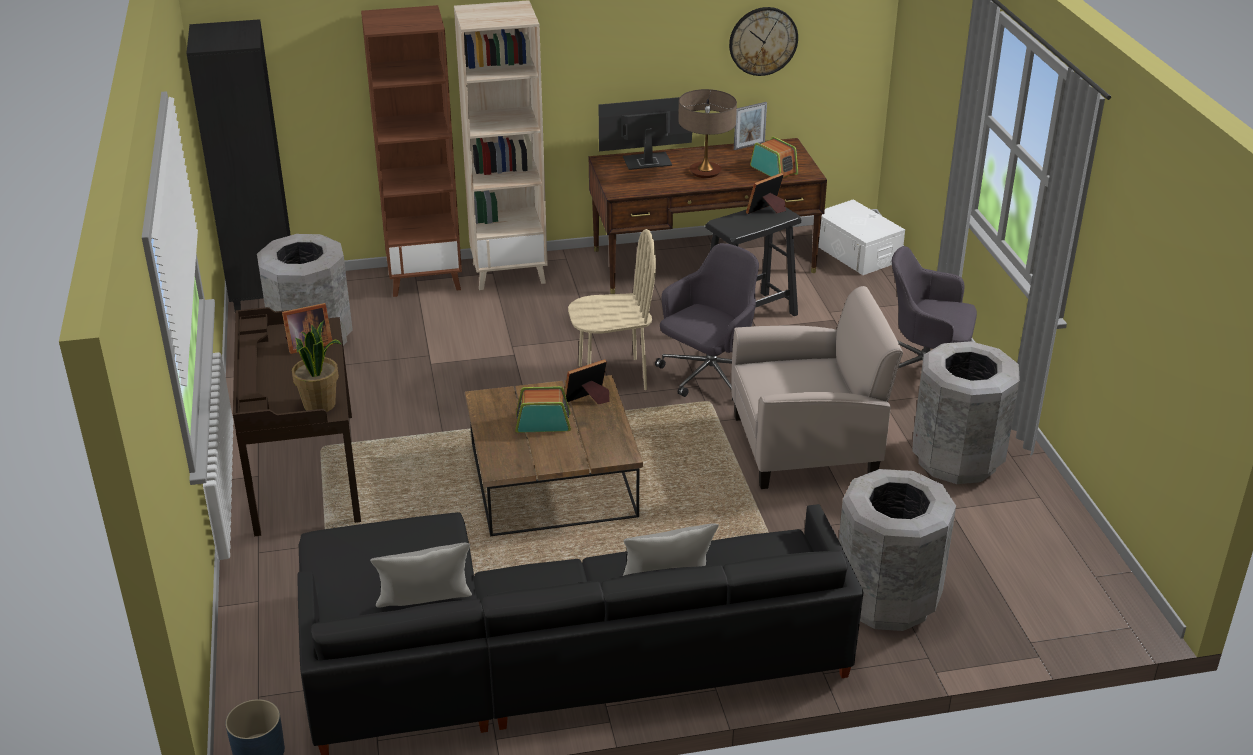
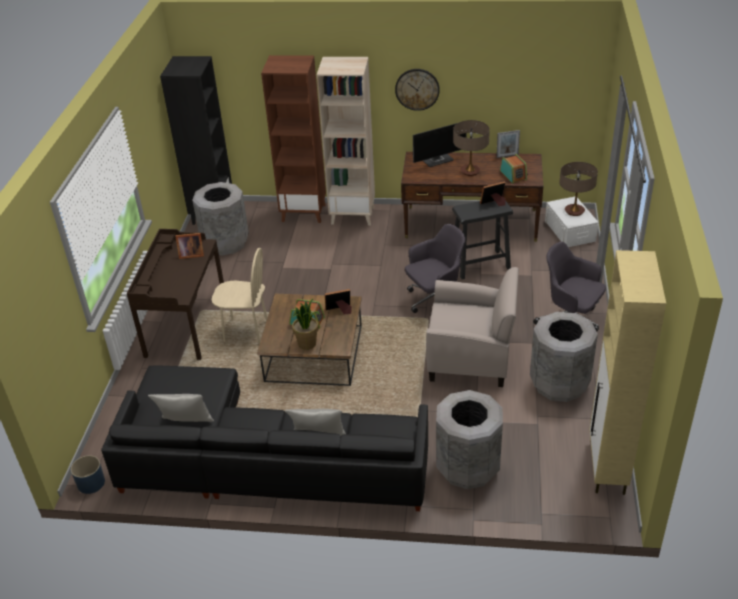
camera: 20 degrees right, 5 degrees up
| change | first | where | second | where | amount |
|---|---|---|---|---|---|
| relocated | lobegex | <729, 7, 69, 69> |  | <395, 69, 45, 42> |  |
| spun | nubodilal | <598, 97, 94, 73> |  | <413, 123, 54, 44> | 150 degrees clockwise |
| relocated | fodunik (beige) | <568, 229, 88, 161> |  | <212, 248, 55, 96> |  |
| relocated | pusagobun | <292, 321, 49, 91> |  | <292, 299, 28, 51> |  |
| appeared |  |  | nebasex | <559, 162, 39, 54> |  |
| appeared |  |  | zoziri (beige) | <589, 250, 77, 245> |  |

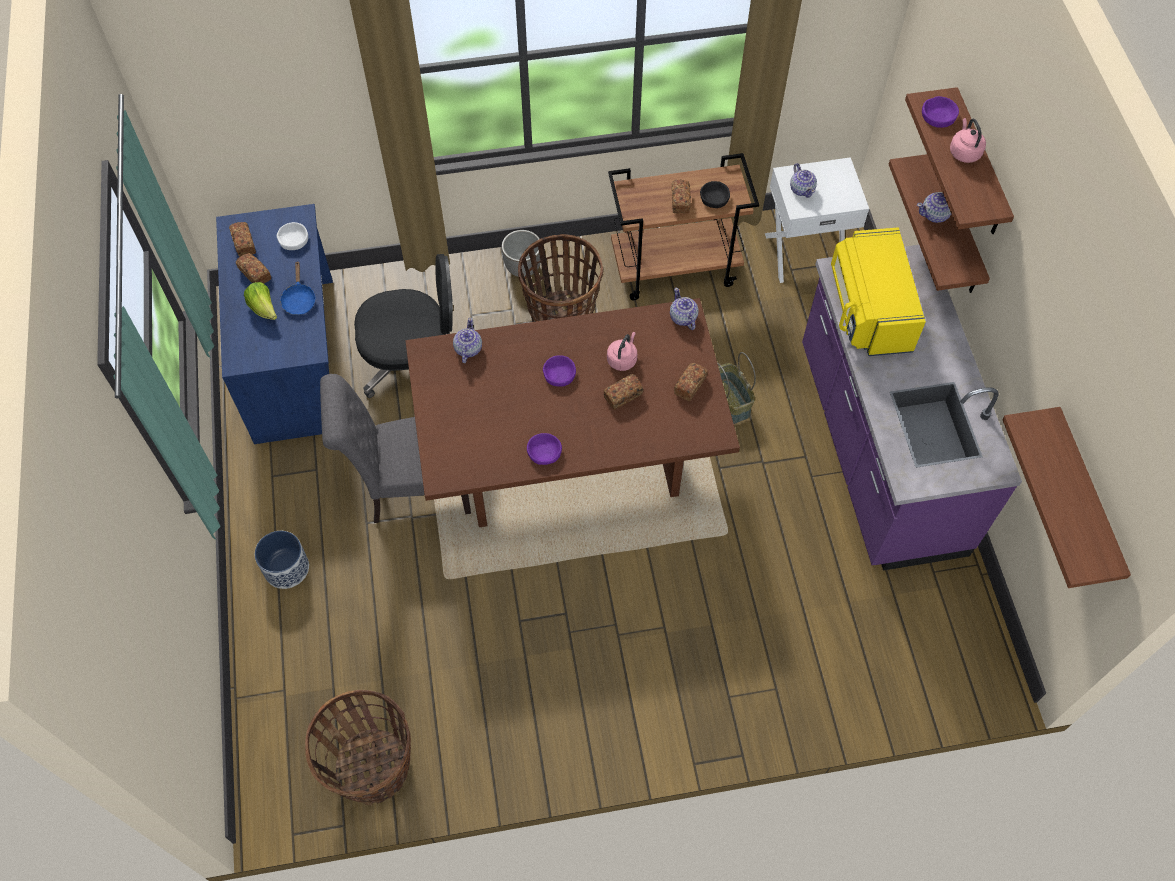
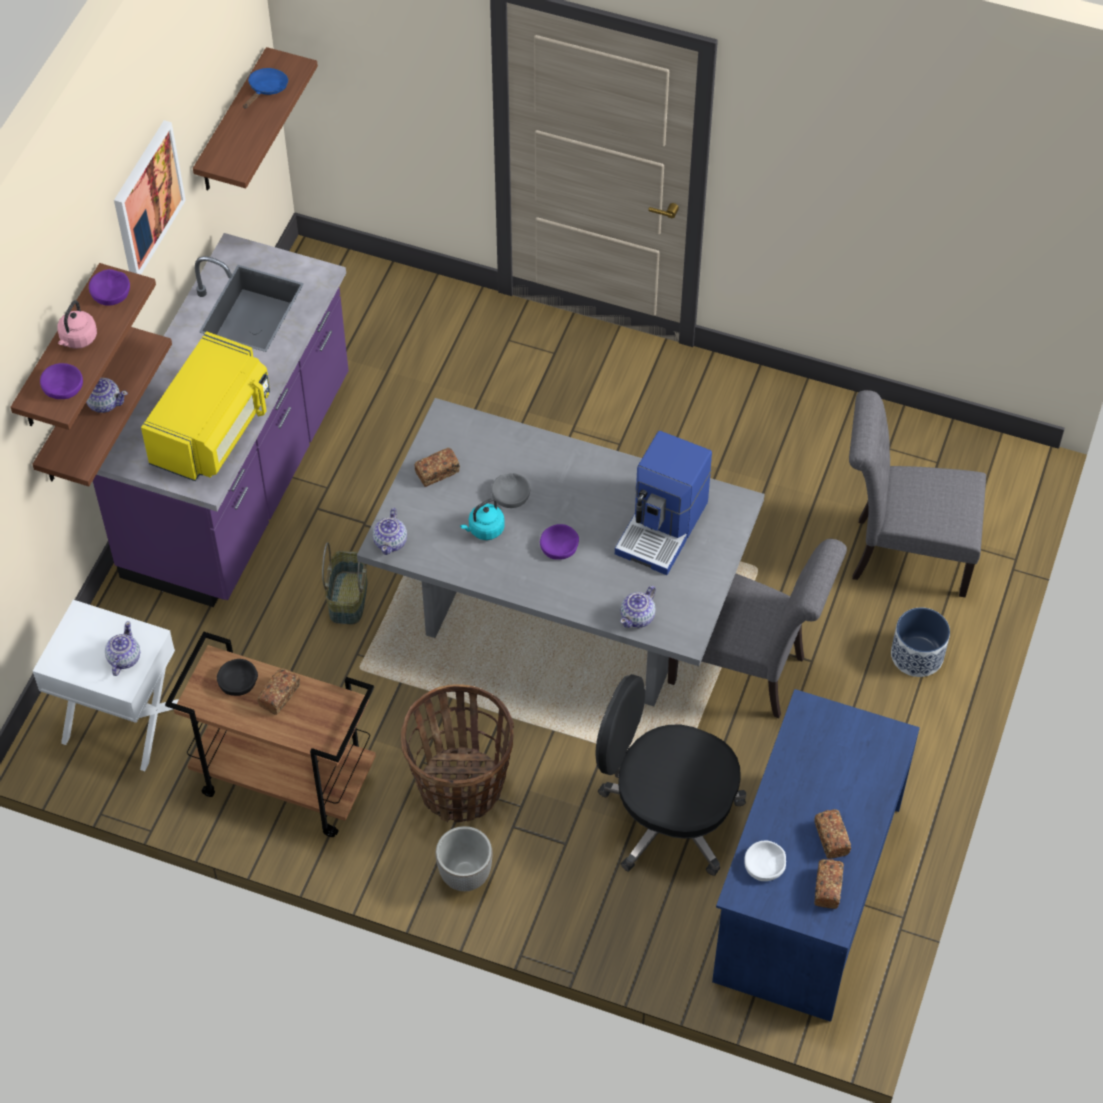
camera: 150 degrees left, 5 degrees down
| change | first | where | second | where | amount |
|---|---|---|---|---|---|
| relocated | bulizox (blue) | <280, 261, 36, 54> |  | <243, 68, 45, 41> |  |
| missing | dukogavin | <244, 282, 33, 38> |  |  |  |
| colour | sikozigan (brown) | <405, 298, 335, 229> | sikozigan (grey) | <357, 398, 408, 308> |  |
| colour | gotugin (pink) | <607, 332, 30, 39> | gotugin (turquoise) | <460, 498, 45, 42> |  |
| exchanged | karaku | <604, 374, 39, 36> | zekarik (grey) | <491, 473, 39, 35> |  |
| relocated | zekarik (purple) | <527, 433, 35, 32> |  | <89, 269, 41, 37> |  |
| missing | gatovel | <305, 690, 106, 115> |  |  |  |
| appeared |  |  | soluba | <114, 120, 72, 155> |  |
| appeared |  |  | fodunik (grey) | <849, 390, 137, 207> |  |
| appeared |  |  | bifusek | <615, 431, 97, 144> |  |

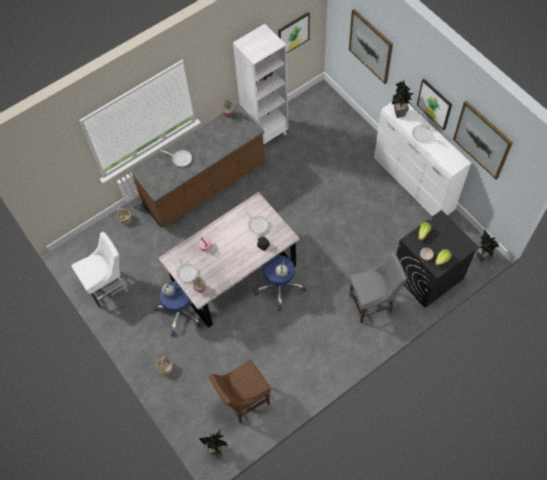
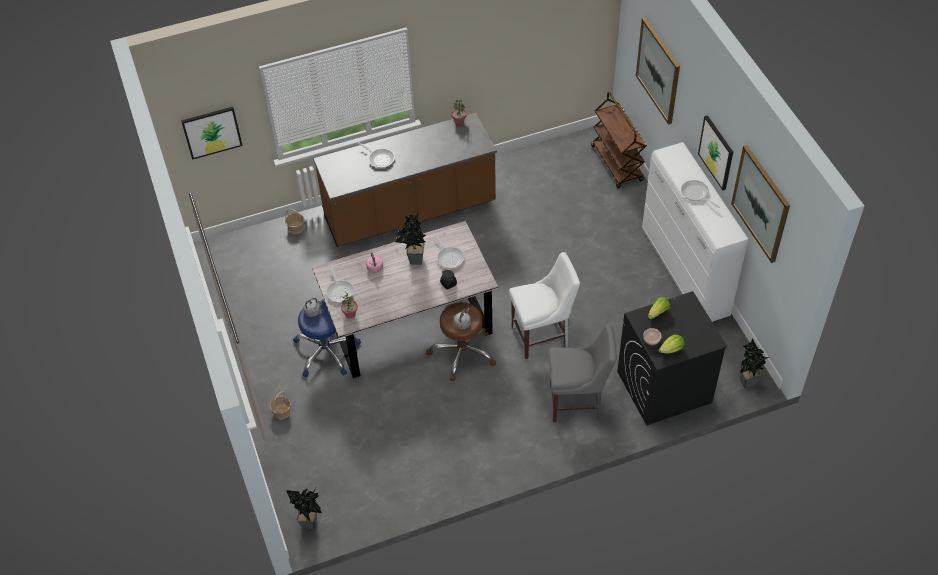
camera: 15 degrees right, 10 degrees down
| change | first | where | second | where | amount |
|---|---|---|---|---|---|
| relocated | soluba | <278, 12, 32, 42> |  | <181, 107, 62, 53> |  |
| missing | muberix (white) | <233, 24, 55, 121> |  |  |  |
| relocated | pusagobun | <392, 79, 22, 39> |  | <396, 214, 30, 51> |  |
| relocated | fodunik (white) | <72, 232, 56, 76> |  | <509, 252, 71, 107> |  |
| colour | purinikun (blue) | <254, 255, 53, 56> | purinikun (brown) | <426, 302, 70, 79> |  |
| missing | fodunik (brown) | <209, 360, 62, 63> |  |  |  |
| appeared |  |  | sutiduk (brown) | <591, 92, 56, 97> |  |

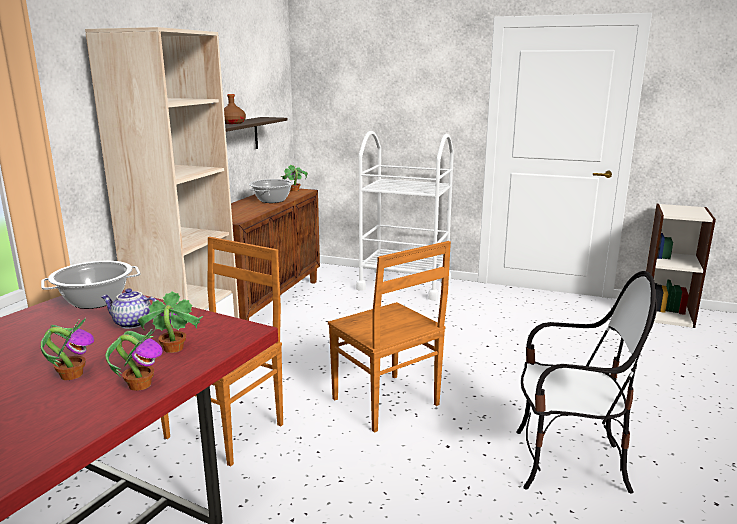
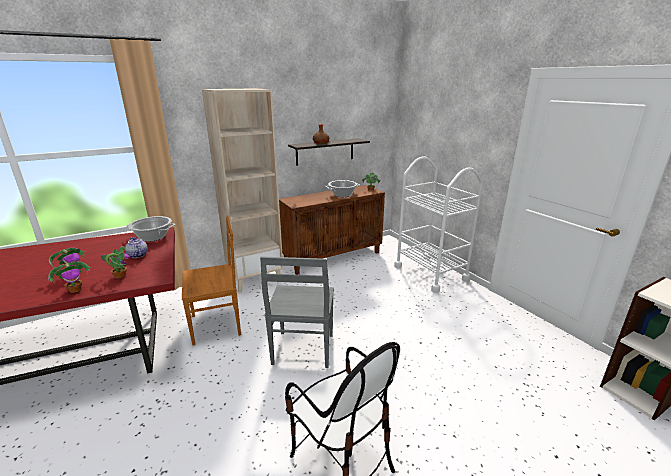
camera: 40 degrees right, 5 degrees up
| change | first | where | second | where | amount |
|---|---|---|---|---|---|
| colour | fodunik (brown) | <328, 241, 123, 192> | fodunik (grey) | <260, 256, 74, 112> |  |

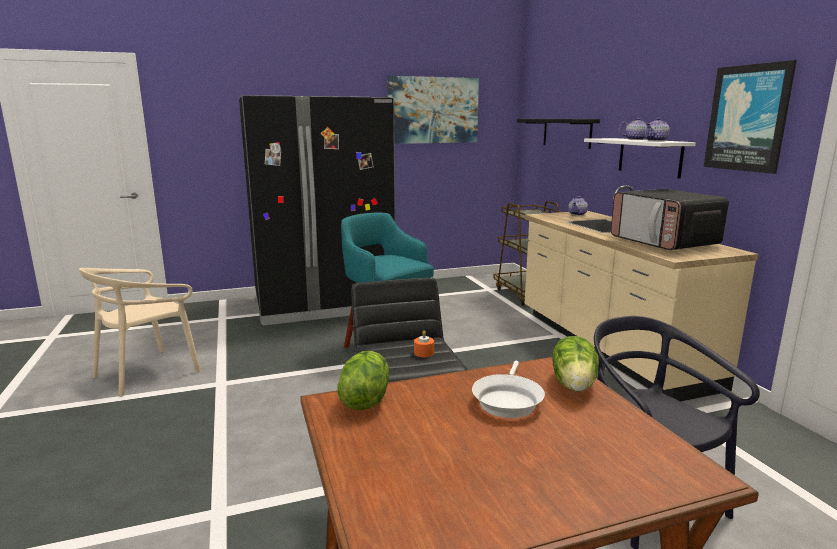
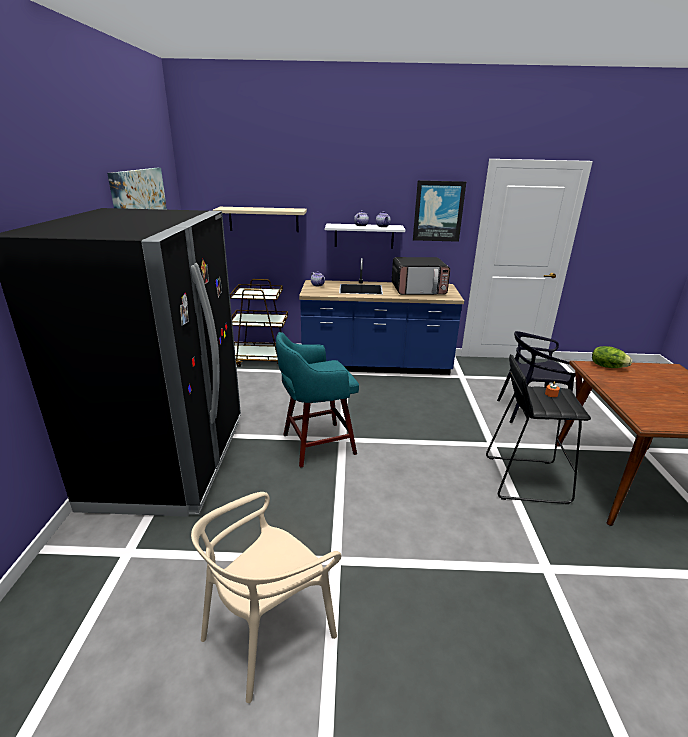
camera: 70 degrees left, 10 degrees up
| change | first | where | second | where | amount |
|---|---|---|---|---|---|
| colour | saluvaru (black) | <517, 119, 83, 30> | saluvaru (beige) | <213, 207, 94, 25> |  |
| colour | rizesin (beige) | <524, 185, 235, 216> | rizesin (blue) | <299, 258, 165, 117> |  |
| spun | fodunik (beige) | <79, 268, 122, 129> |  | <191, 492, 151, 211> | 75 degrees clockwise |
| missing | dukogavin | <337, 351, 52, 59> |  |  |  |
| missing | bulizox (white) | <472, 361, 73, 57> |  |  |  |

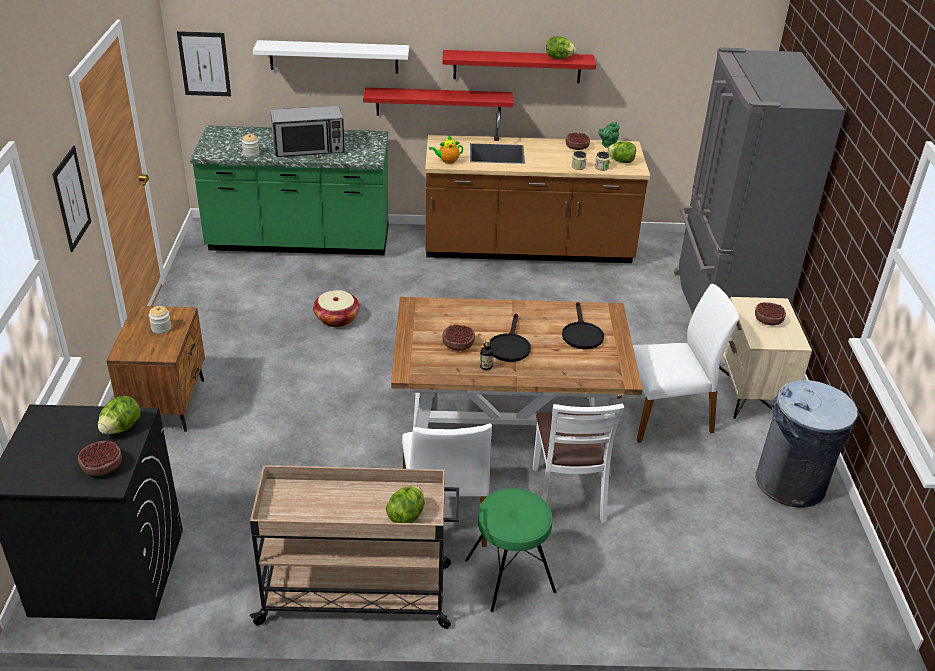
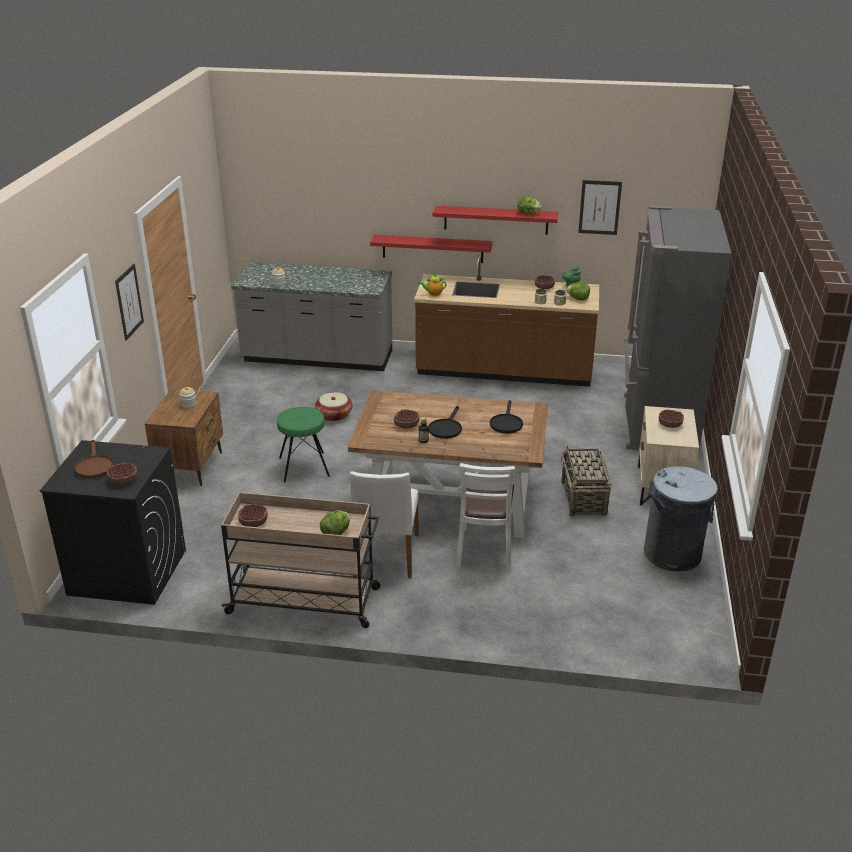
camera: 10 degrees right, 5 degrees down
| change | first | where | second | where | amount |
|---|---|---|---|---|---|
| relocated | soluba | <177, 31, 54, 65> |  | <578, 180, 44, 55> |  |
| missing | saluvaru (white) | <253, 40, 156, 34> |  |  |  |
| missing | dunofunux | <270, 106, 75, 51> |  |  |  |
| colour | rizesin (green) | <190, 125, 198, 130> | rizesin (grey) | <231, 262, 161, 109> |  |
| exchanged | fodunik (white) | <617, 284, 122, 159> | gatovel | <561, 446, 51, 71> |  |
| missing | dukogavin | <98, 396, 43, 38> |  |  |  |
| relocated | purinikun (green) | <465, 488, 91, 124> |  | <277, 407, 53, 75> |  |
| appeared |  |  | bulizox (brown) | <75, 439, 39, 39> |  |
| appeared |  |  | zekarik | <238, 504, 30, 23> |  |

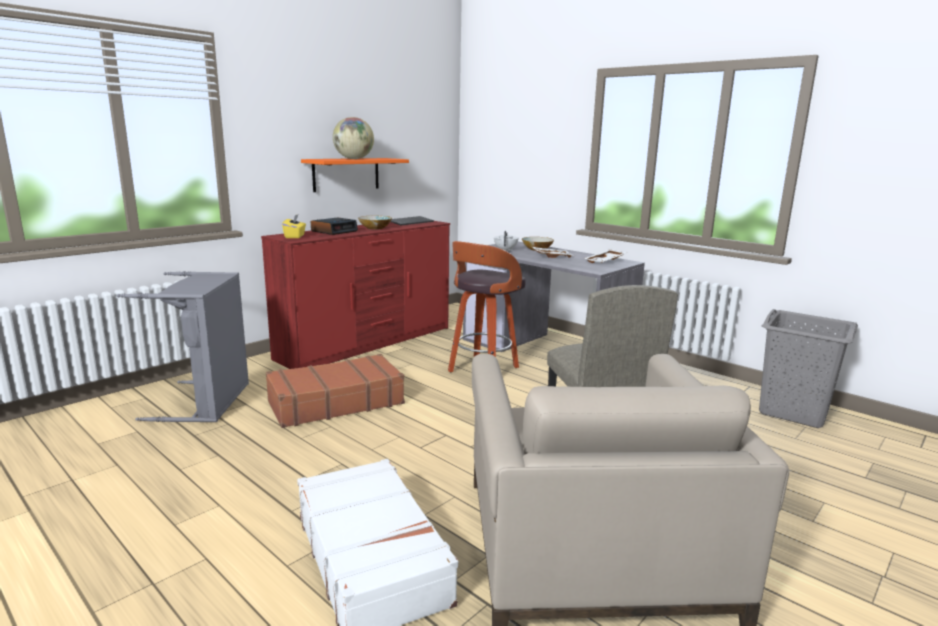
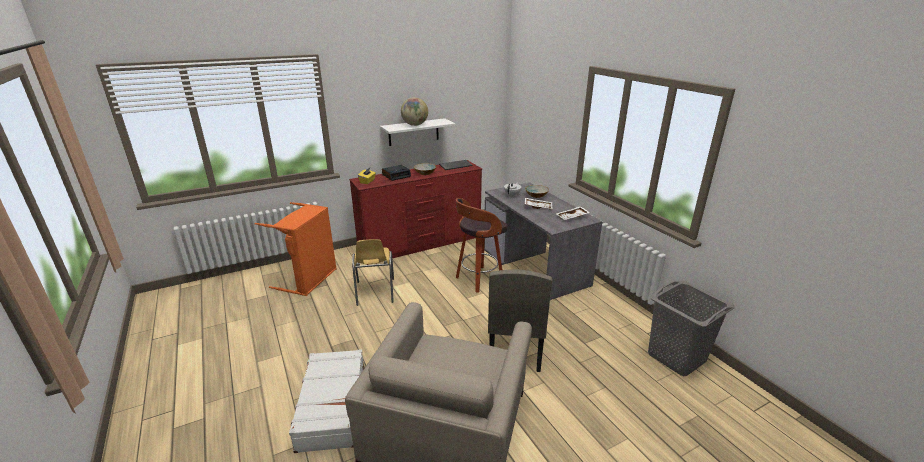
camera: 20 degrees right, 10 degrees up
| change | first | where | second | where | amount |
|---|---|---|---|---|---|
| colour | saluvaru (orange) | <301, 158, 108, 34> | saluvaru (white) | <380, 118, 76, 28> |  |
| colour | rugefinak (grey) | <117, 271, 132, 151> | rugefinak (orange) | <255, 202, 82, 94> |  |
| exchanged | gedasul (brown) | <266, 354, 139, 74> | fodunik (yellow) | <352, 239, 42, 67> |  |

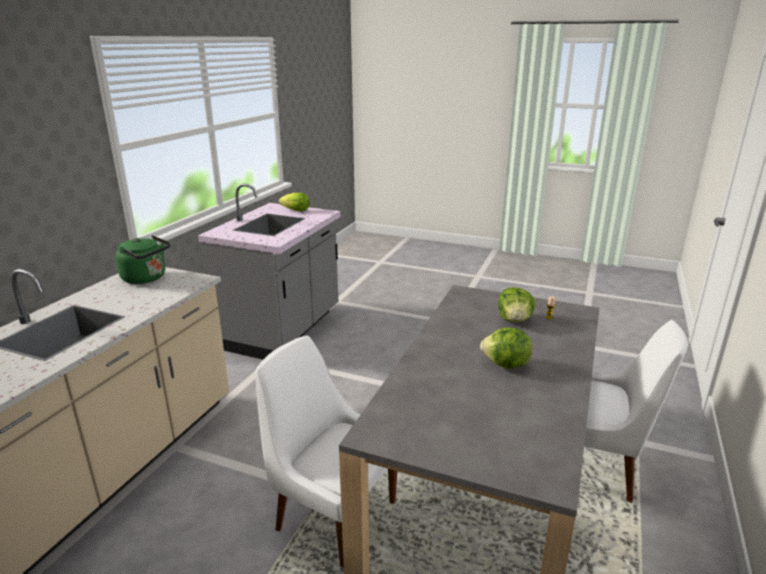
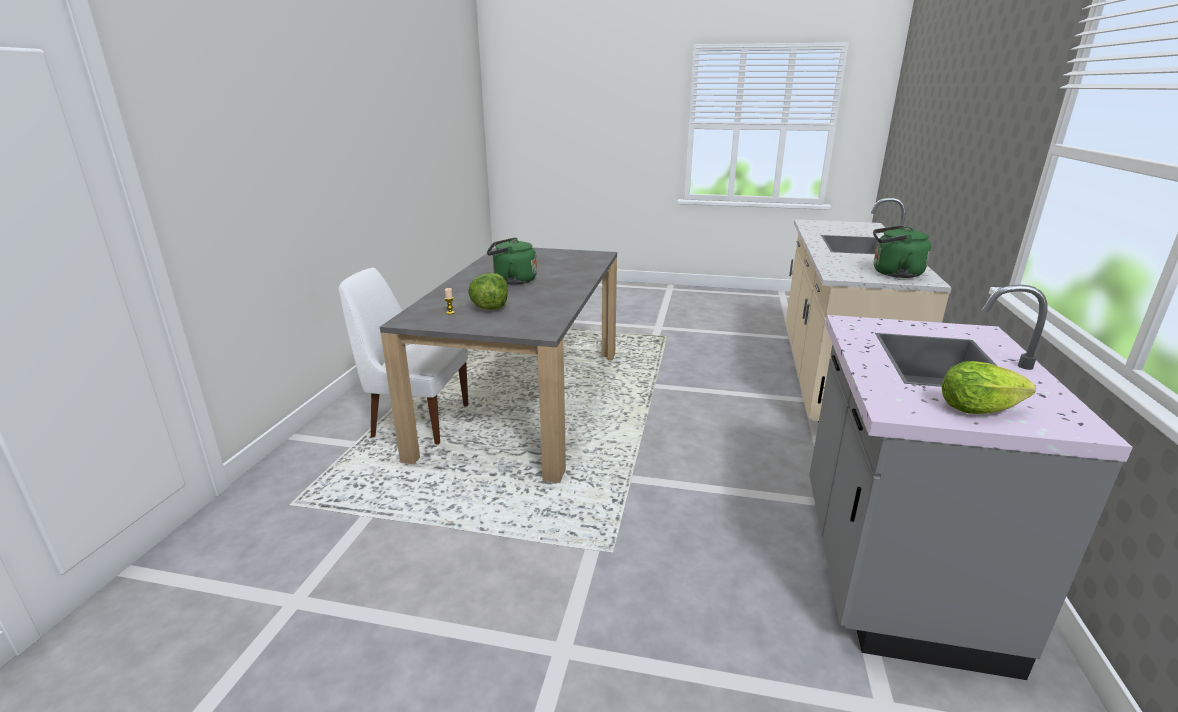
camera: 170 degrees right, 0 degrees up
| change | first | where | second | where | amount |
|---|---|---|---|---|---|
| exchanged | dukogavin | <480, 327, 52, 42> | gotugin (green) | <487, 237, 50, 48> |  |
| missing | fodunik (white) | <255, 335, 142, 233> |  |  |  |

